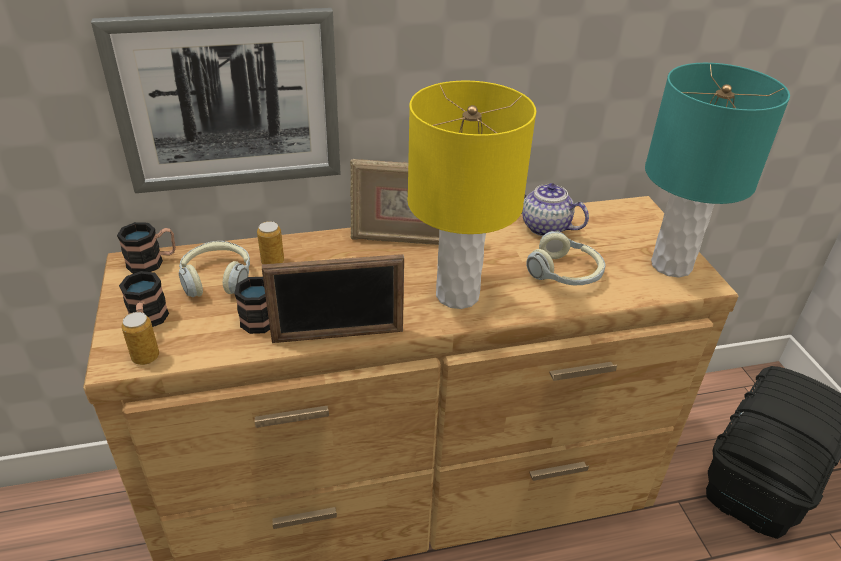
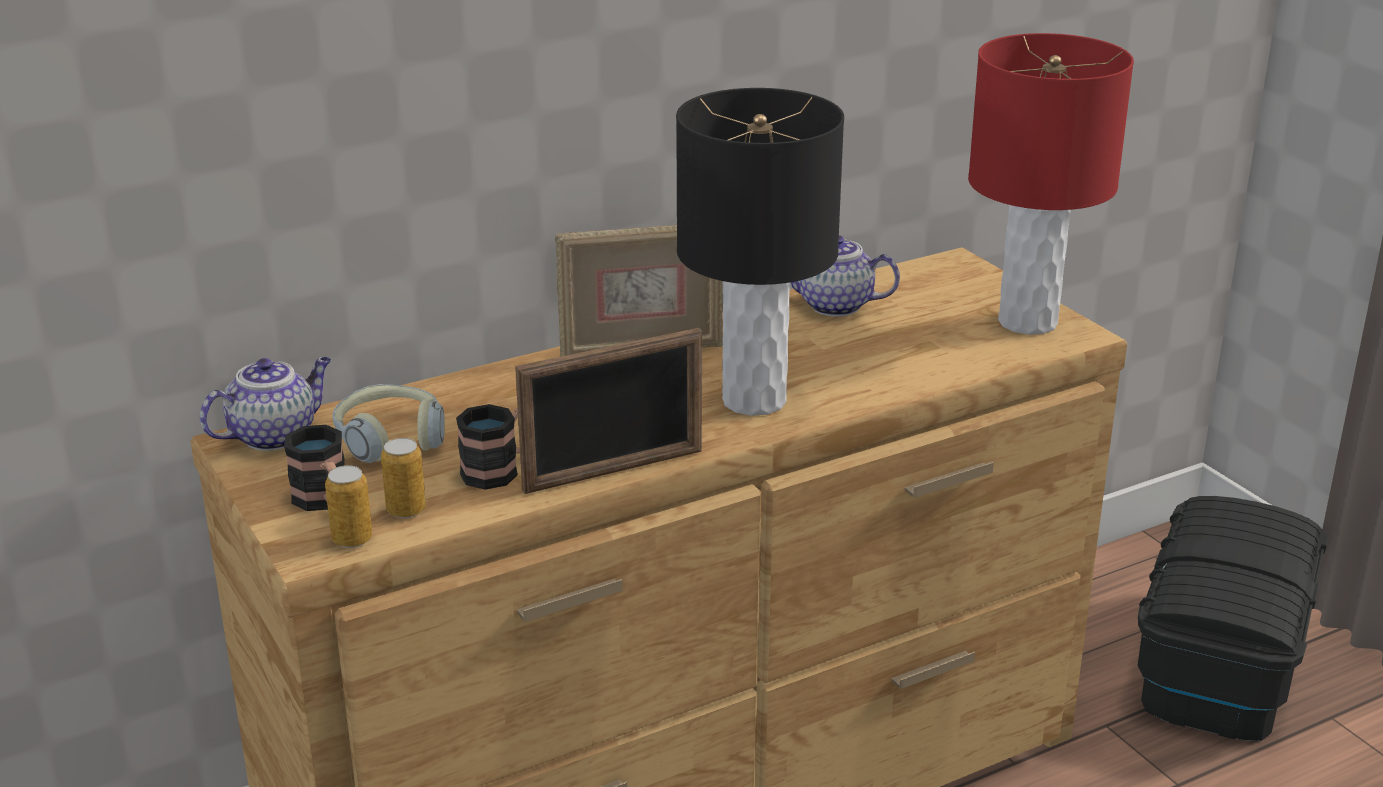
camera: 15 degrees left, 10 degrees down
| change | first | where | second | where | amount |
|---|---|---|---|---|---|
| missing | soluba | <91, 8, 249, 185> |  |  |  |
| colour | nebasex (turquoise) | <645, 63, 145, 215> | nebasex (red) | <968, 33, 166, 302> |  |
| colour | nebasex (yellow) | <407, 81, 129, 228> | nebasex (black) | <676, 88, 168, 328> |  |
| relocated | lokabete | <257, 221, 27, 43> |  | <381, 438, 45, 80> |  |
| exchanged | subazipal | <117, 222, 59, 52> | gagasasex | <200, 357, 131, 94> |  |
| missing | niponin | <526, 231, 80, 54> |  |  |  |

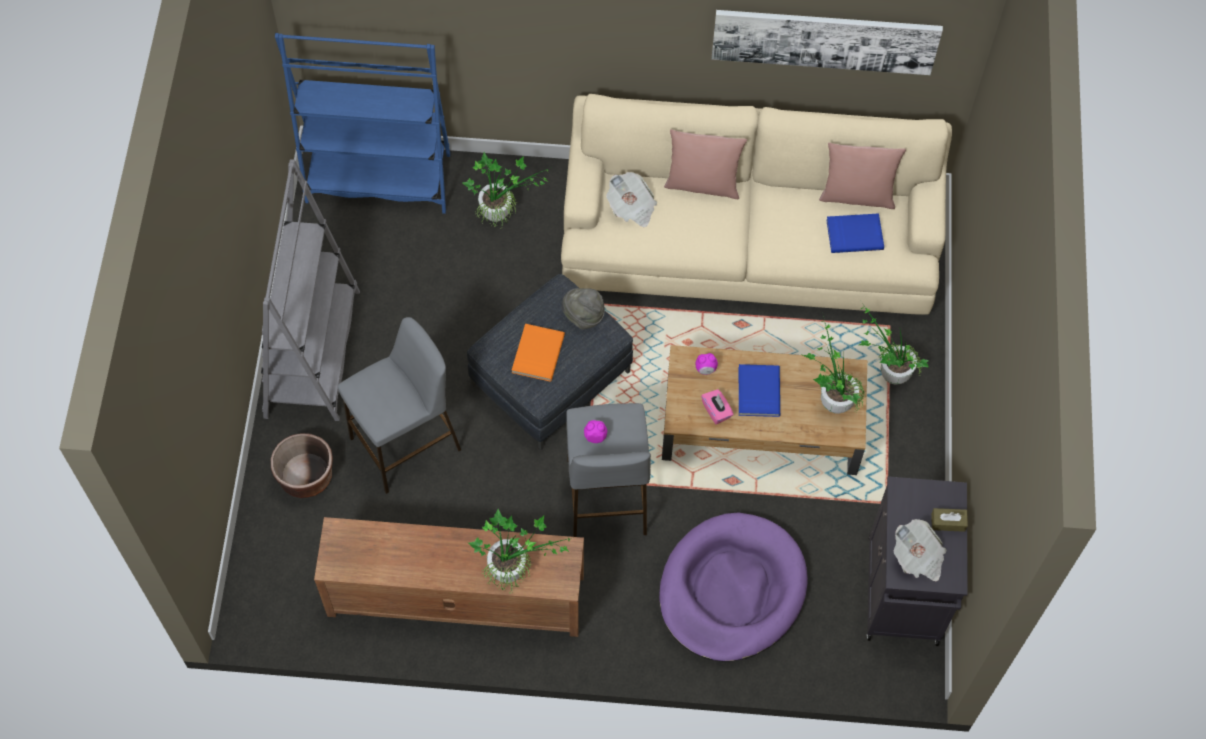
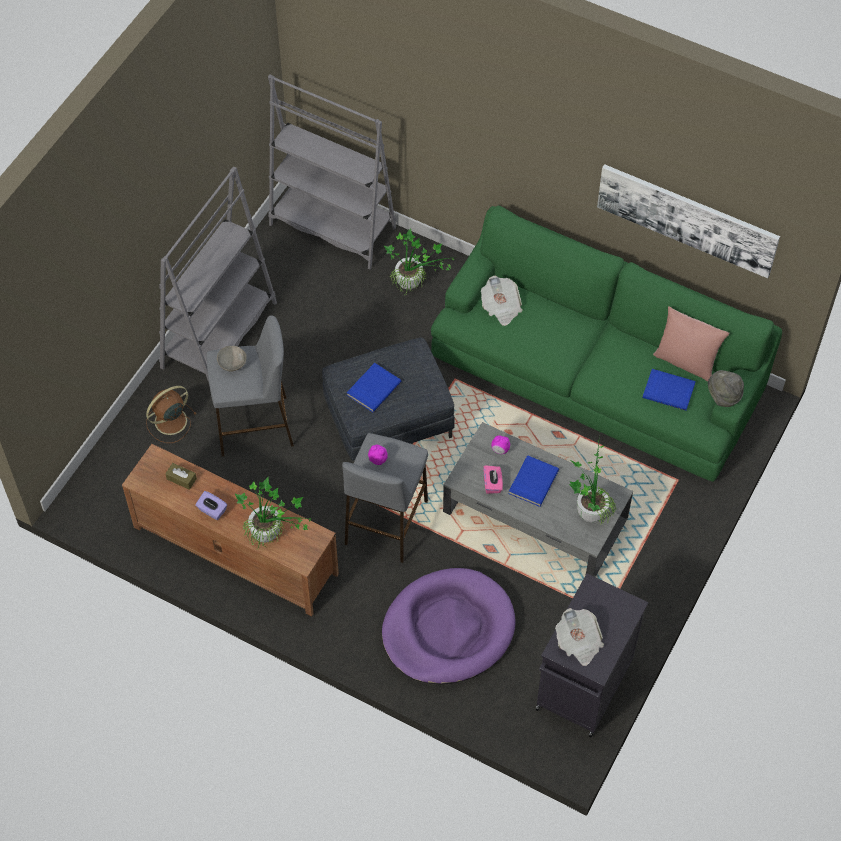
camera: 25 degrees right, 5 degrees down
| change | first | where | second | where | amount |
|---|---|---|---|---|---|
| colour | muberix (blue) | <275, 33, 175, 181> | muberix (grey) | <268, 74, 128, 196> |  |
| colour | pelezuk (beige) | <561, 94, 391, 221> | pelezuk (green) | <431, 205, 351, 277> |  |
| missing | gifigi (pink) | <664, 129, 83, 70> |  |  |  |
| relocated | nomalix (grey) | <561, 288, 44, 42> |  | <708, 370, 36, 37> |  |
| missing | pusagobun | <859, 303, 70, 82> |  |  |  |
| colour | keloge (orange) | <512, 324, 53, 58> | keloge (blue) | <347, 363, 54, 49> |  |
| colour | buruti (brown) | <662, 345, 205, 130> | buruti (grey) | <443, 422, 190, 155> |  |
| exchanged | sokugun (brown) | <270, 433, 63, 65> | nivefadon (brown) | <146, 386, 50, 57> |  |
| relocated | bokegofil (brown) | <931, 508, 37, 24> |  | <165, 463, 32, 27> |  |
| appeared |  |  | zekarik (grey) | <217, 346, 30, 25> |  |
| appeared |  |  | bokegofil (purple) | <195, 491, 32, 29> |  |

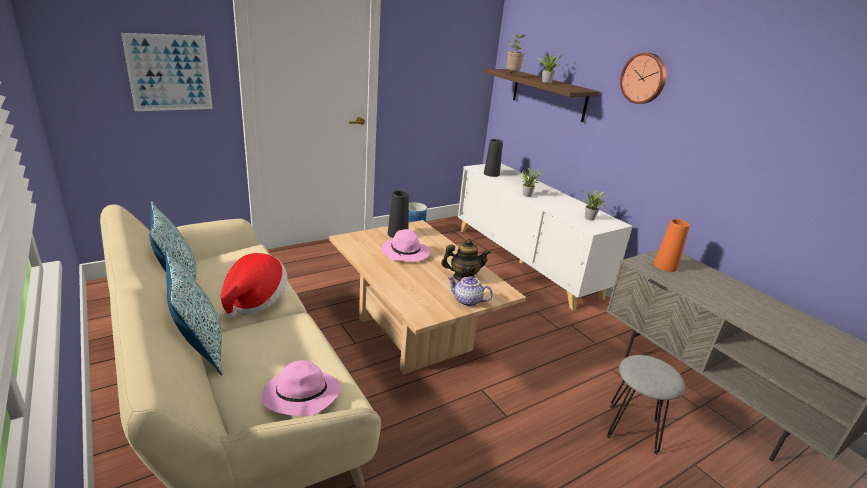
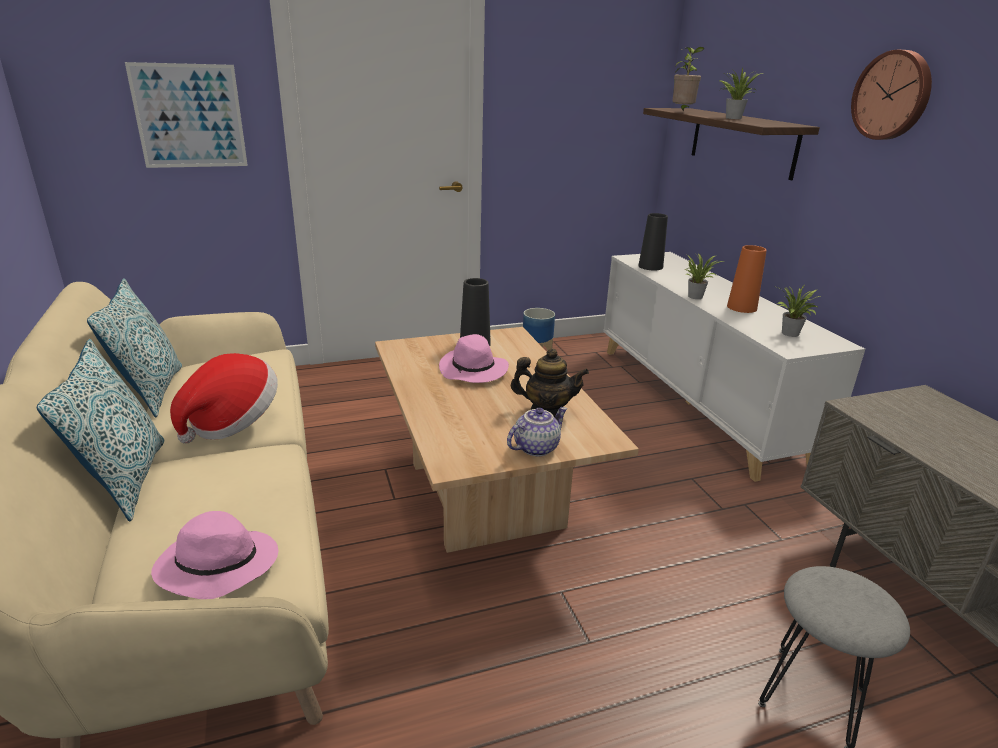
camera: 15 degrees right, 0 degrees up
| change | first | where | second | where | amount |
|---|---|---|---|---|---|
| relocated | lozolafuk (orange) | <654, 219, 36, 53> |  | <727, 245, 40, 68> |  |
| spun | gagasasex | <447, 276, 46, 31> |  | <507, 407, 60, 49> | 105 degrees clockwise |

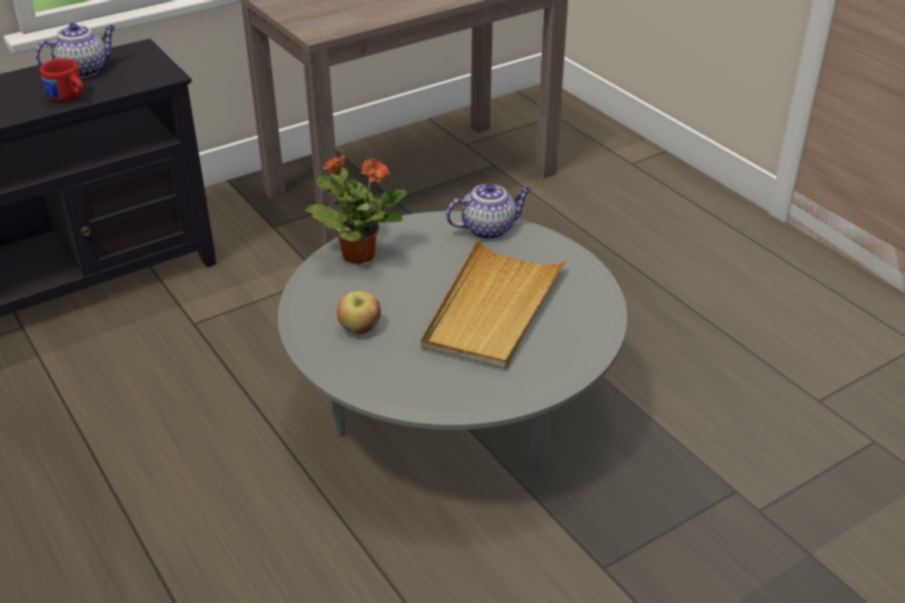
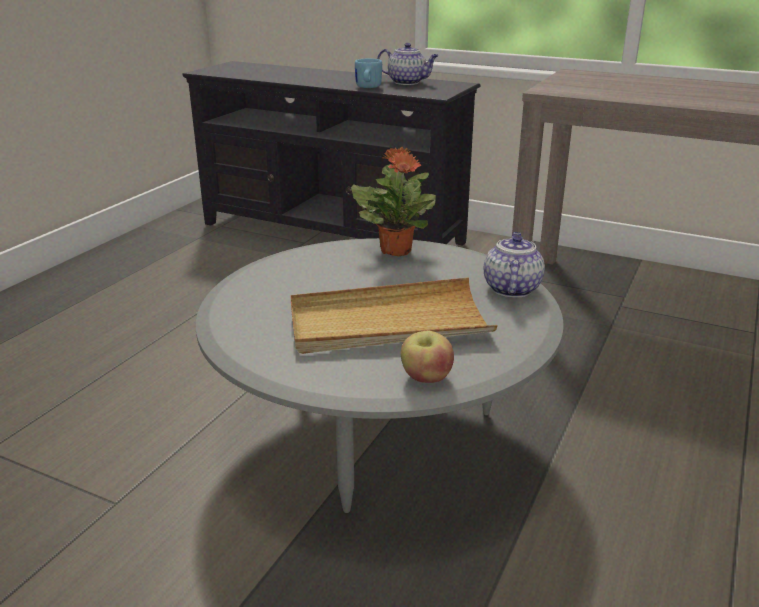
camera: 60 degrees right, 10 degrees down
| change | first | where | second | where | amount |
|---|---|---|---|---|---|
| colour | subazipal (red) | <40, 58, 44, 44> | subazipal (blue) | <355, 58, 27, 30> |  |
| spun | gagasasex | <446, 183, 85, 56> |  | <484, 232, 61, 66> | 120 degrees counterclockwise |
| relocated | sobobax | <337, 291, 44, 44> |  | <401, 331, 53, 52> |  |

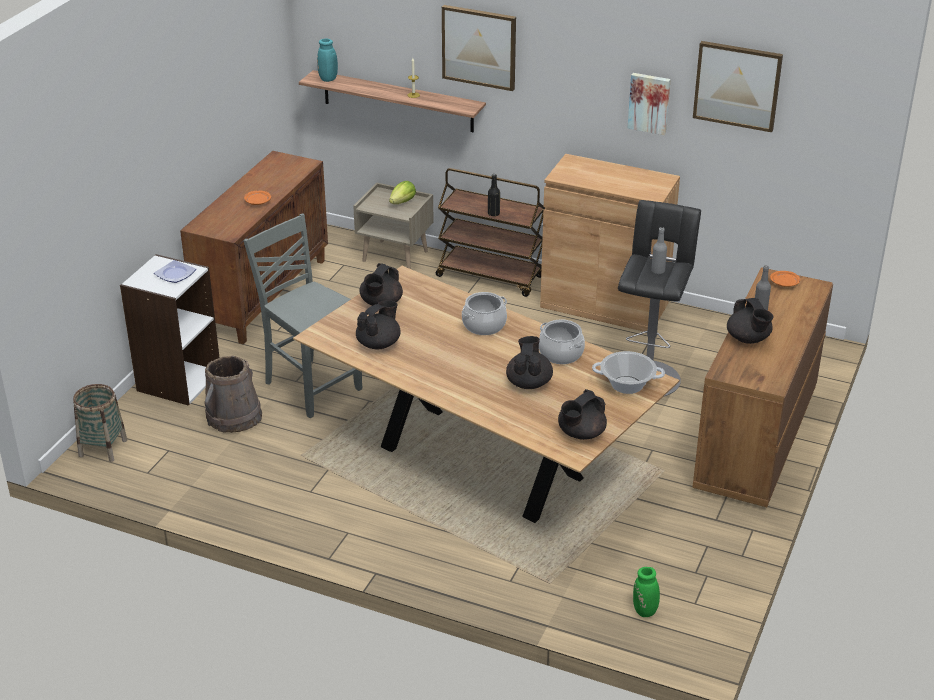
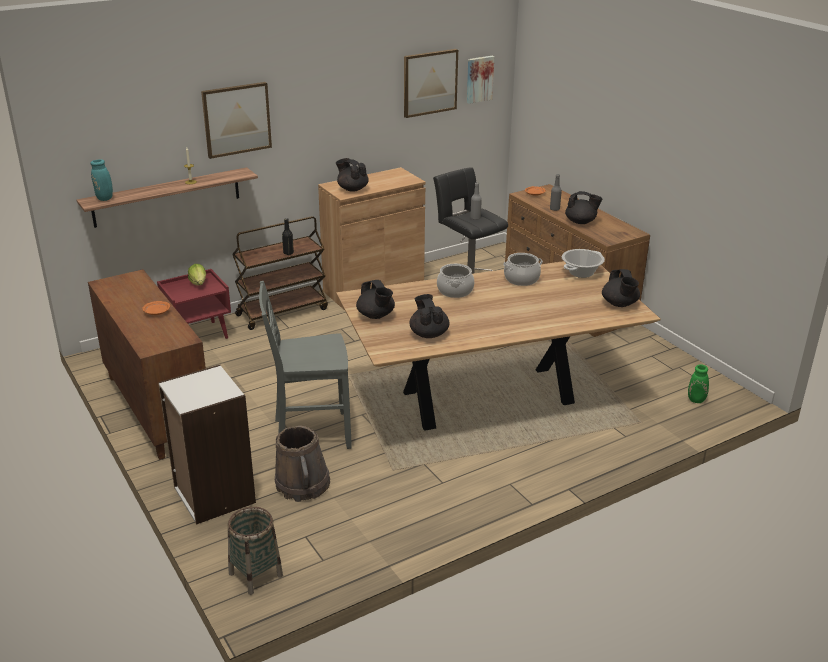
camera: 55 degrees left, 5 degrees down
| change | first | where | second | where | amount |
|---|---|---|---|---|---|
| relocated | soluba | <628, 73, 43, 62> |  | <467, 56, 27, 48> |  |
| colour | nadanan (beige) | <353, 182, 81, 87> | nadanan (red) | <157, 269, 74, 70> |  |
| missing | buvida | <154, 260, 42, 23> |  |  |  |
| relocated | gagasasex (black) | <506, 336, 47, 53> |  | <336, 158, 33, 34> |  |

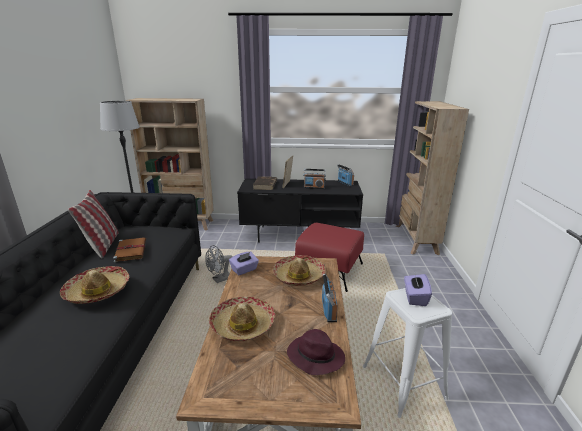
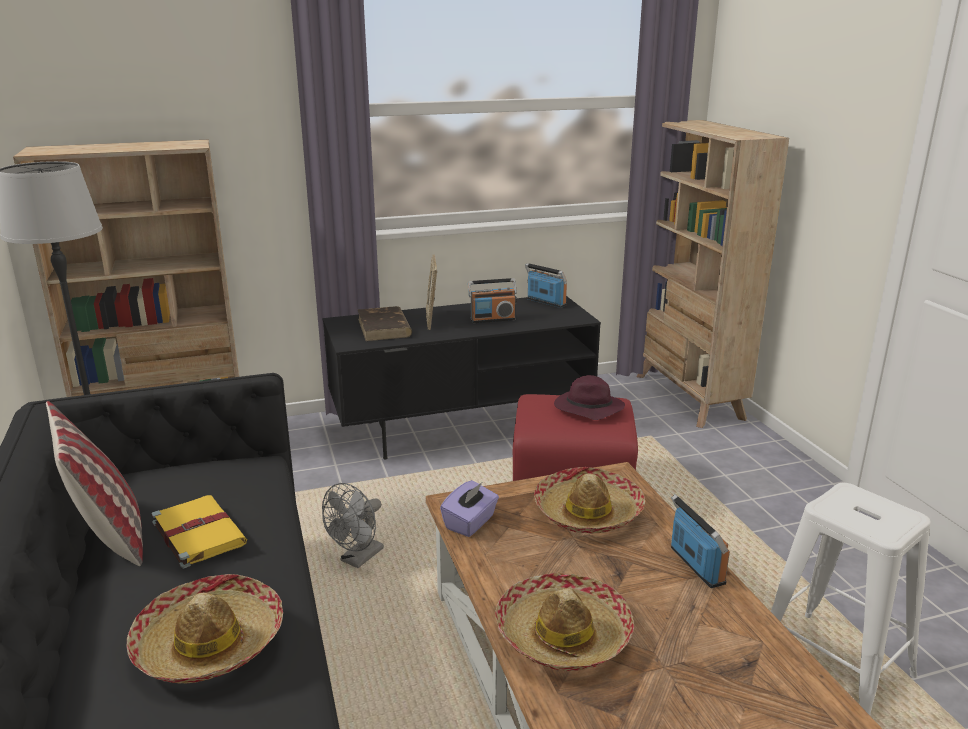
camera: 20 degrees left, 0 degrees up
| change | first | where | second | where | amount |
|---|---|---|---|---|---|
| colour | keloge (brown) | <113, 237, 33, 26> | keloge (yellow) | <151, 495, 96, 74> |  |
| missing | bokegofil (purple) | <404, 274, 28, 32> |  |  |  |
| relocated | nomalix (purple) | <287, 329, 58, 46> |  | <554, 375, 71, 45> |  |

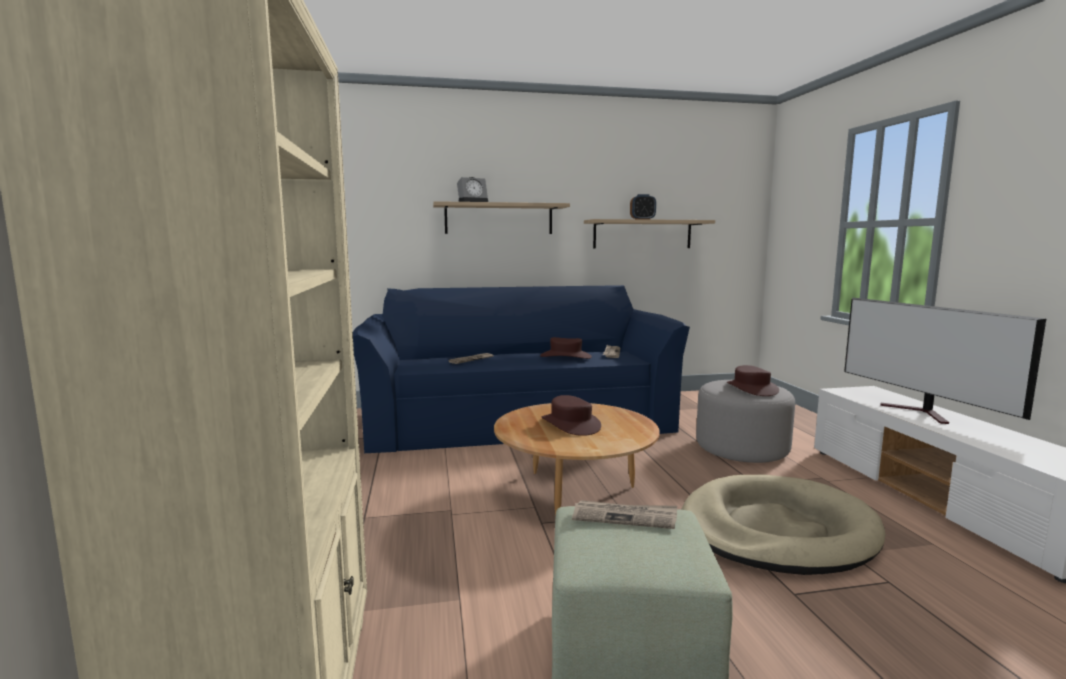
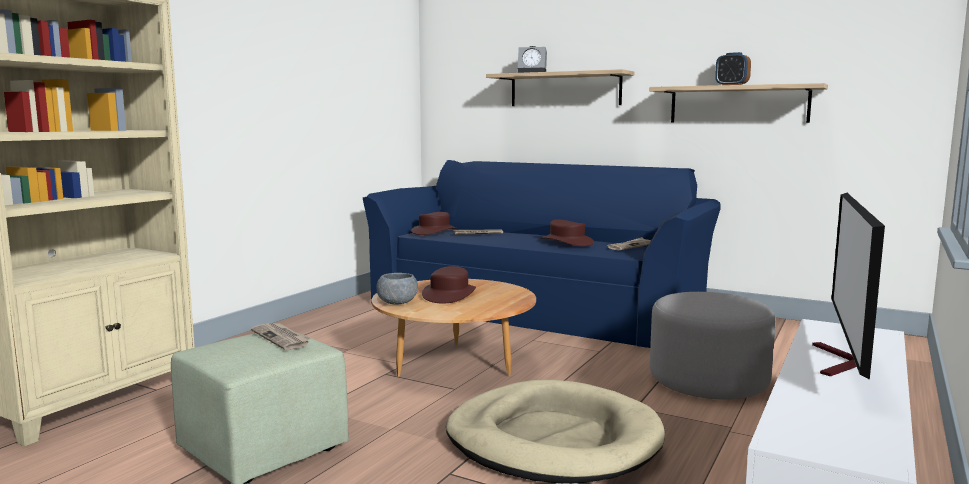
camera: 40 degrees right, 0 degrees up
| change | first | where | second | where | amount |
|---|---|---|---|---|---|
| relocated | nomalix (brown) | <727, 365, 52, 31> |  | <411, 212, 46, 23> |  |
| appeared |  |  | zekarik (grey) | <376, 273, 42, 32> |  |

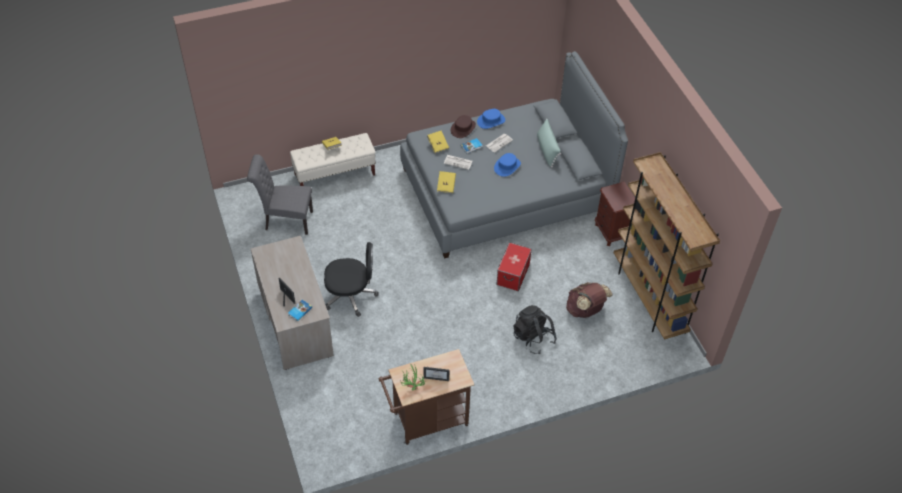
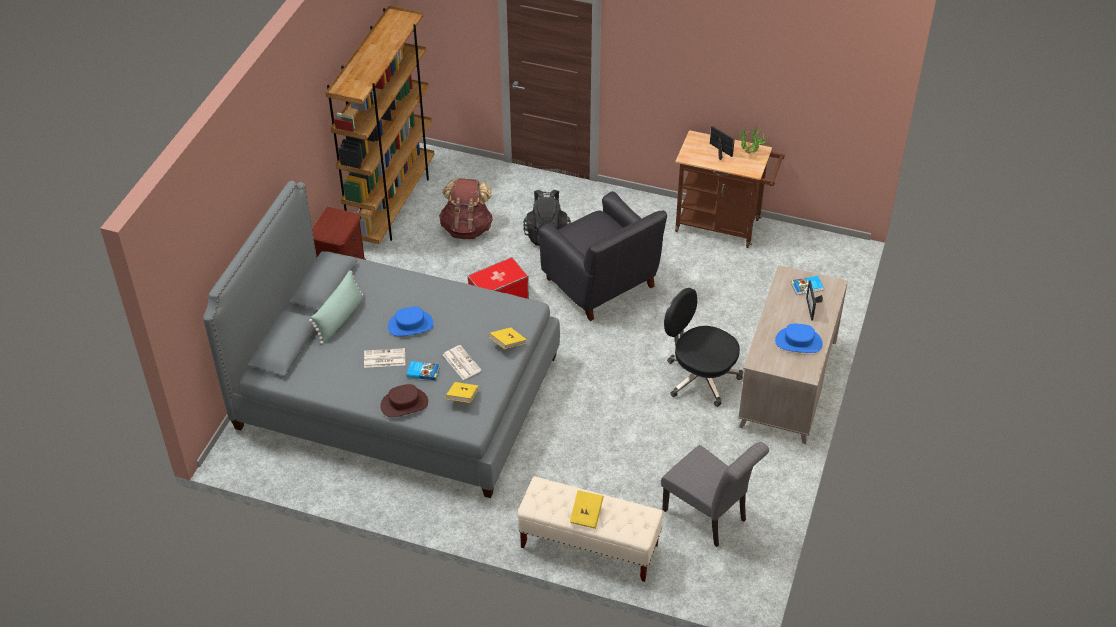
camera: 140 degrees left, 5 degrees down
| change | first | where | second | where | amount |
|---|---|---|---|---|---|
| relocated | nomalix (blue) | <477, 109, 28, 20> |  | <775, 324, 47, 29> |  |
| appeared |  |  | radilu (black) | <538, 191, 129, 130> |  |

